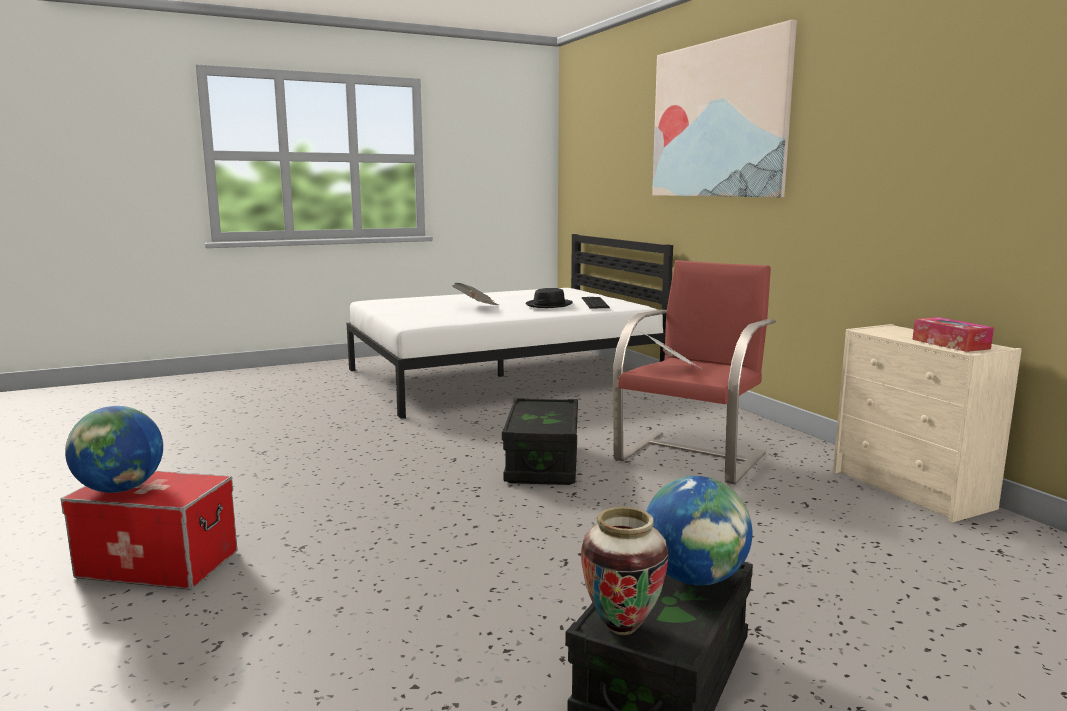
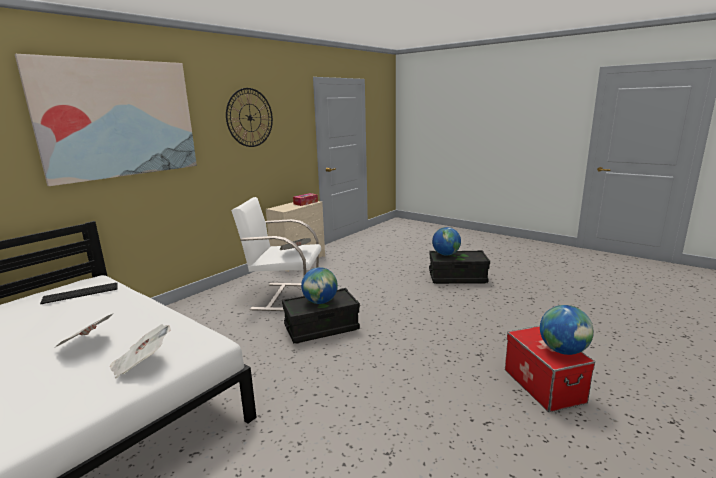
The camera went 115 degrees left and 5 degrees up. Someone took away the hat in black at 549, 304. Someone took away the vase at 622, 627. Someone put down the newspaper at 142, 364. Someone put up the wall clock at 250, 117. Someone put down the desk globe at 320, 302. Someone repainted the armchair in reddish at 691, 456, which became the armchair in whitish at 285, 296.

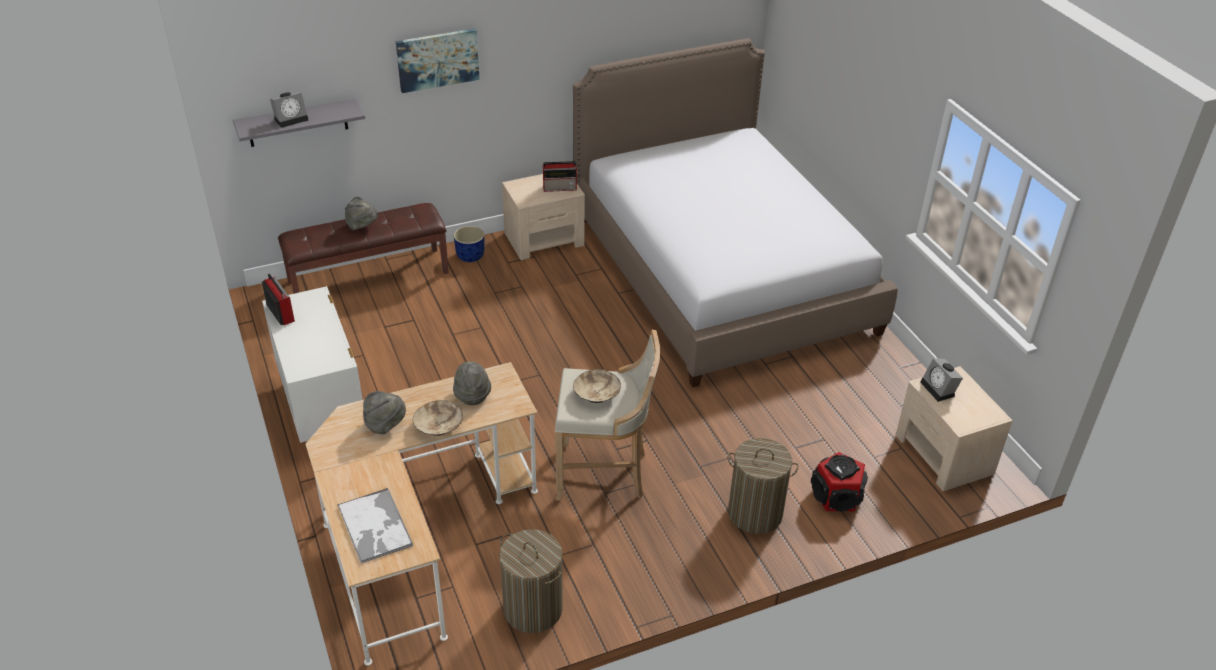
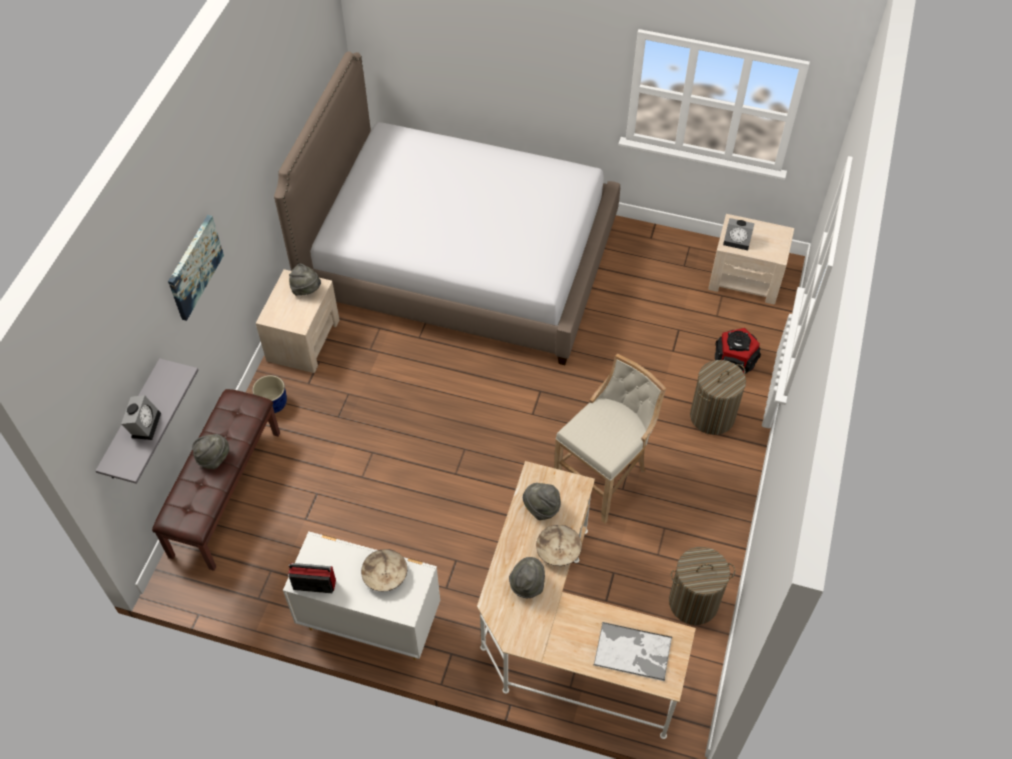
The camera went 50 degrees left and 15 degrees up. Someone carried the bowl in beige-coloured from 597, 394 to 385, 575. Someone swapped the radio at 560, 188 for the hat in greyish at 306, 290.

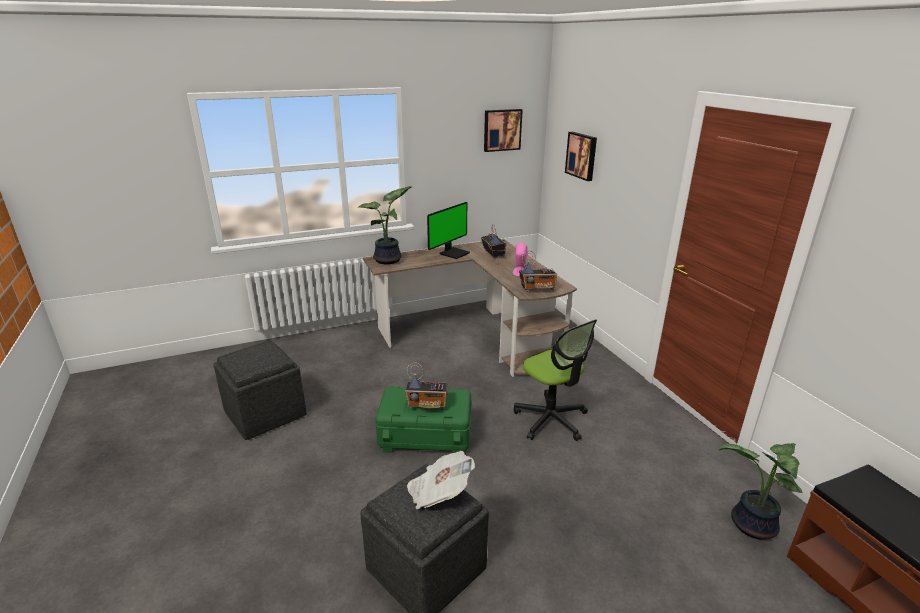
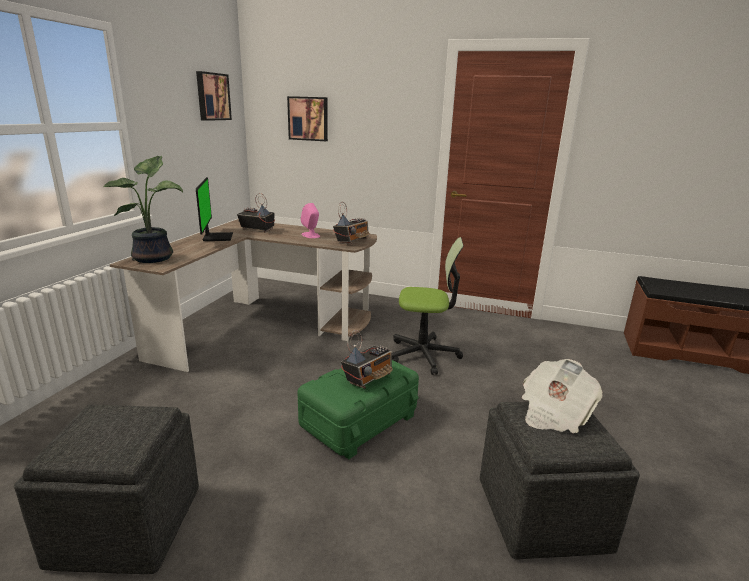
The camera went 50 degrees left and 5 degrees down. Someone took away the plant in a pot at 751, 526.

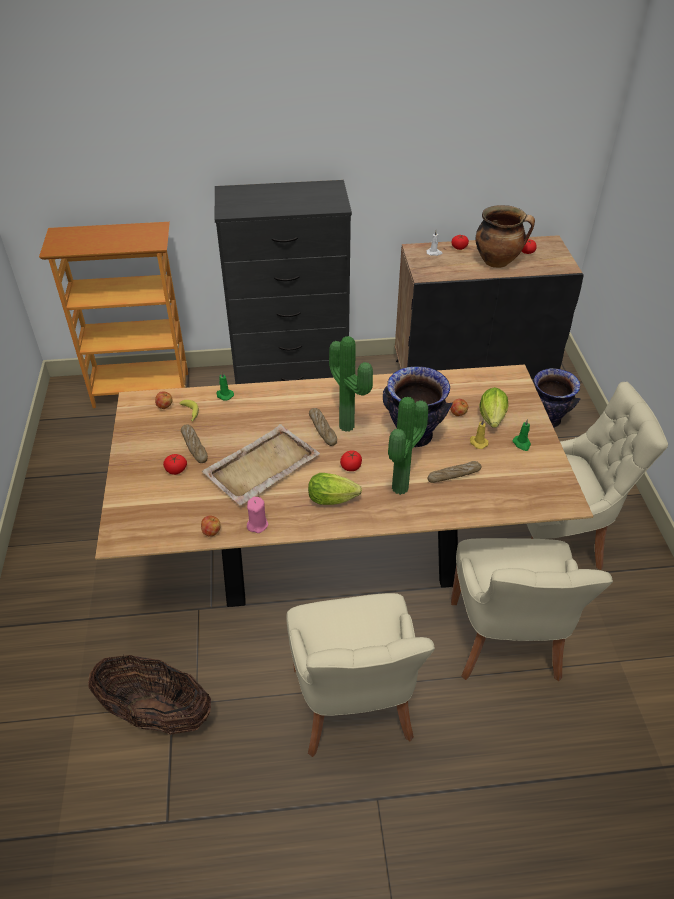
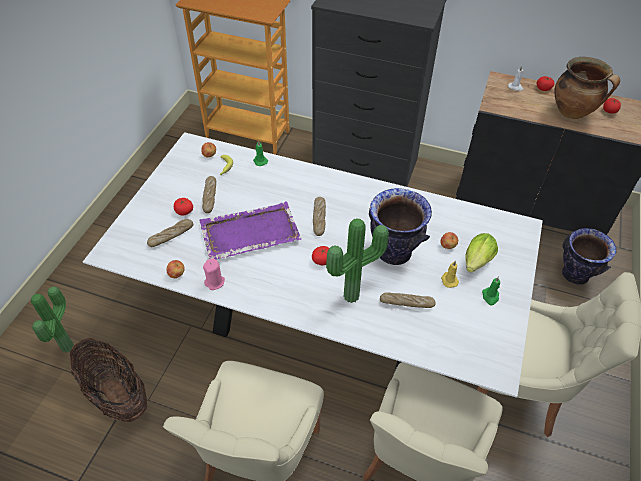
The camera went 25 degrees right and 5 degrees up. Someone took away the head of lettuce at 335, 499. Someone put down the bread at 171, 236. Someone carried the plant in a pot from 349, 425 to 70, 346. Someone repainted the kitchen table in brown-coloured at 337, 555, which became the kitchen table in whitish at 319, 325. Someone repainted the serving tray in beige-coloured at 260, 467, which became the serving tray in purple at 249, 233.

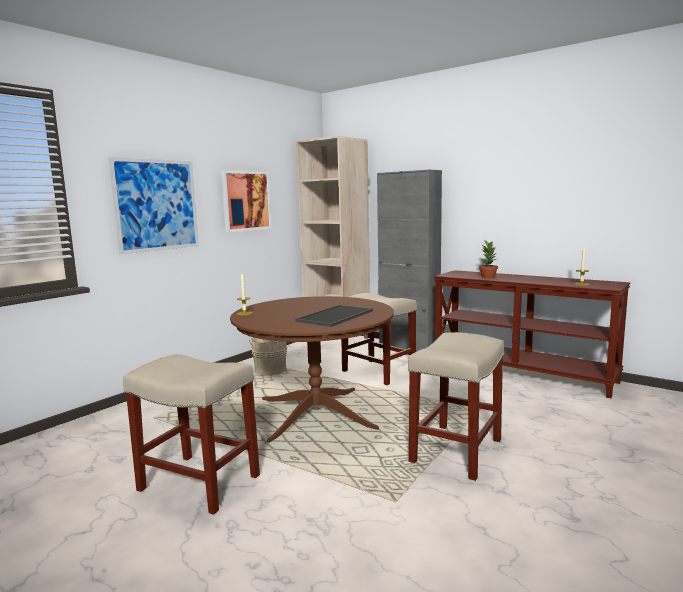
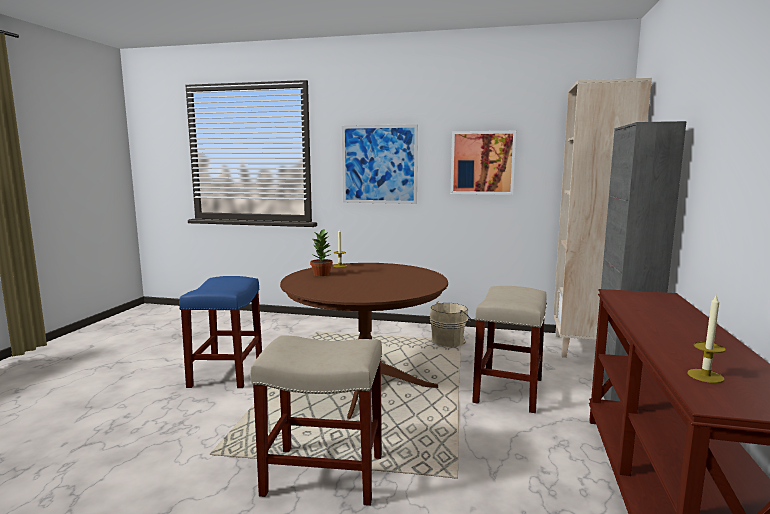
The camera went 65 degrees right and 0 degrees up. Someone took away the serving tray at 336, 316. Someone carried the plant in a pot from 488, 277 to 322, 274. Someone repainted the stool in beige-coloured at 197, 482, which became the stool in blue at 227, 371.

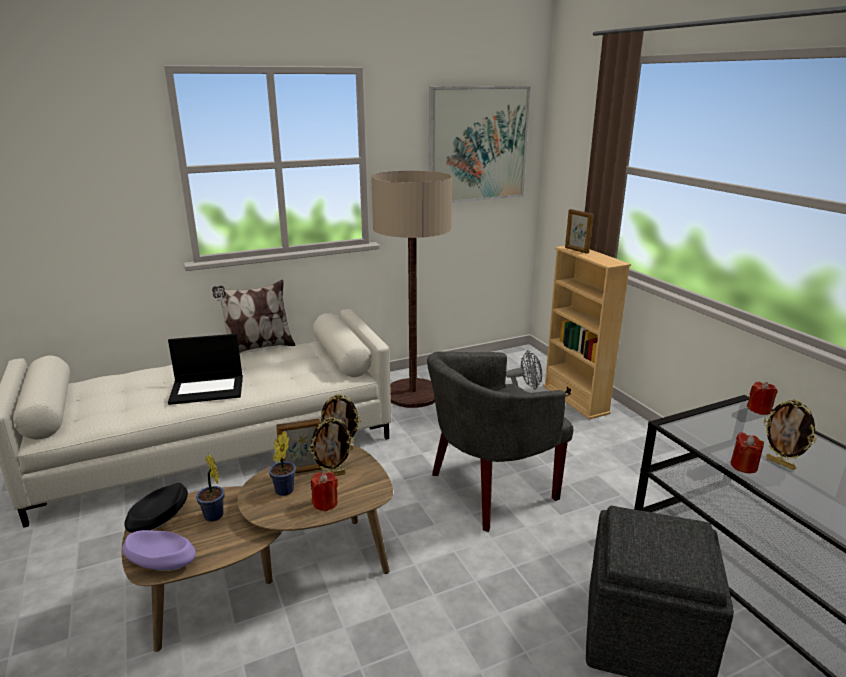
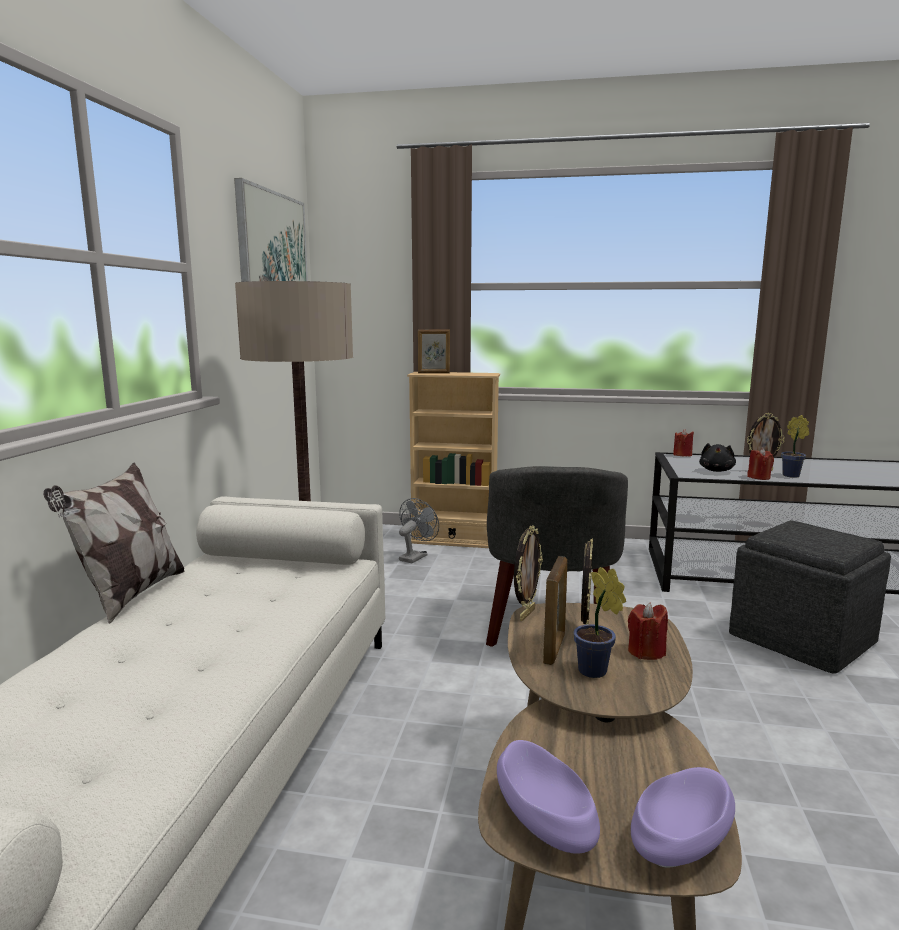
The camera went 55 degrees left and 10 degrees down. Someone took away the portable computer at 208, 389. Someone put down the plush toy in black at 716, 470. Someone carried the plant in a pot from 214, 517 to 793, 475. Someone repainted the bowl in black at 159, 518, which became the bowl in purple at 543, 818.

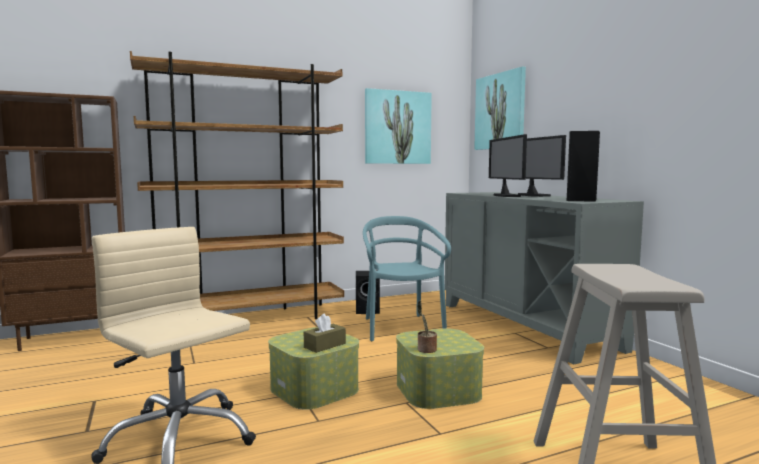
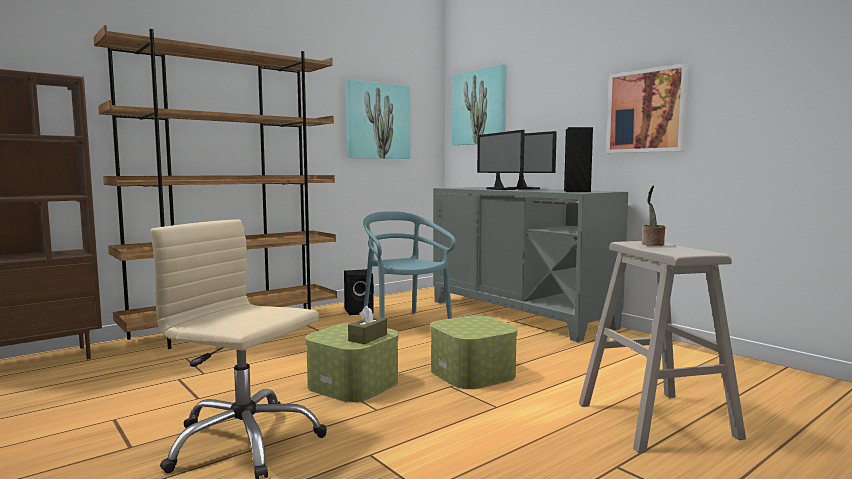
The camera went 15 degrees left and 0 degrees up. Someone put up the wall art at 646, 111. Someone carried the plant in a pot from 426, 350 to 652, 244.

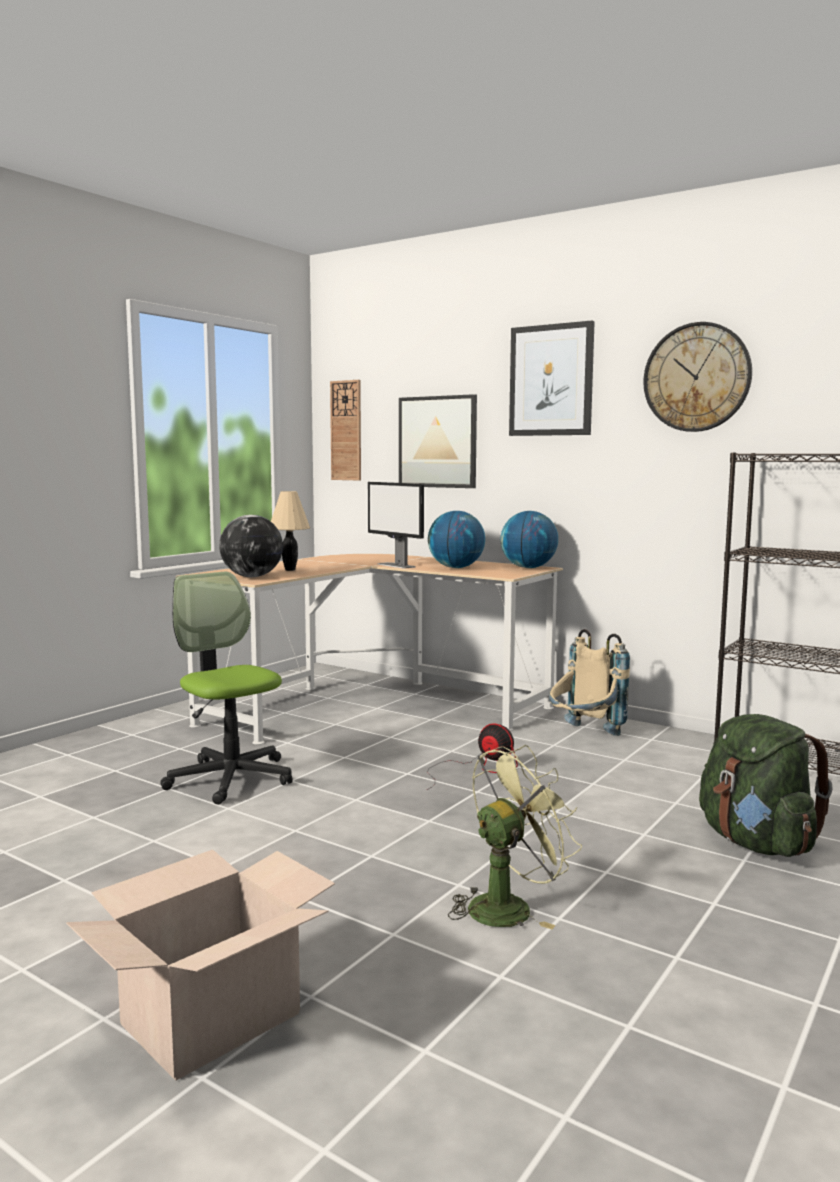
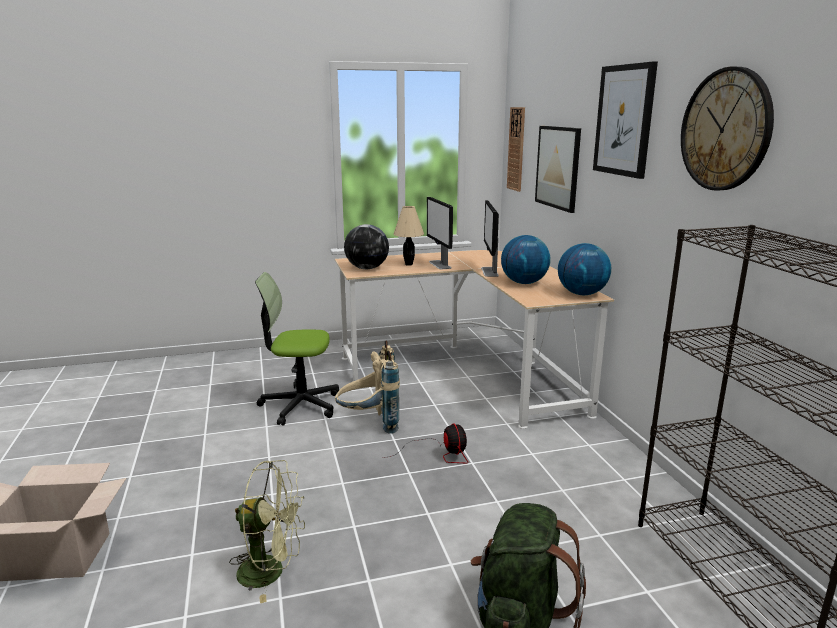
The camera went 40 degrees right and 10 degrees up. Someone put down the monitor at 440, 265. Someone carried the backpack in beige-coloured from 584, 735 to 369, 424. Someone rotated the computer chair at 230, 778 by 90 degrees counterclockwise.

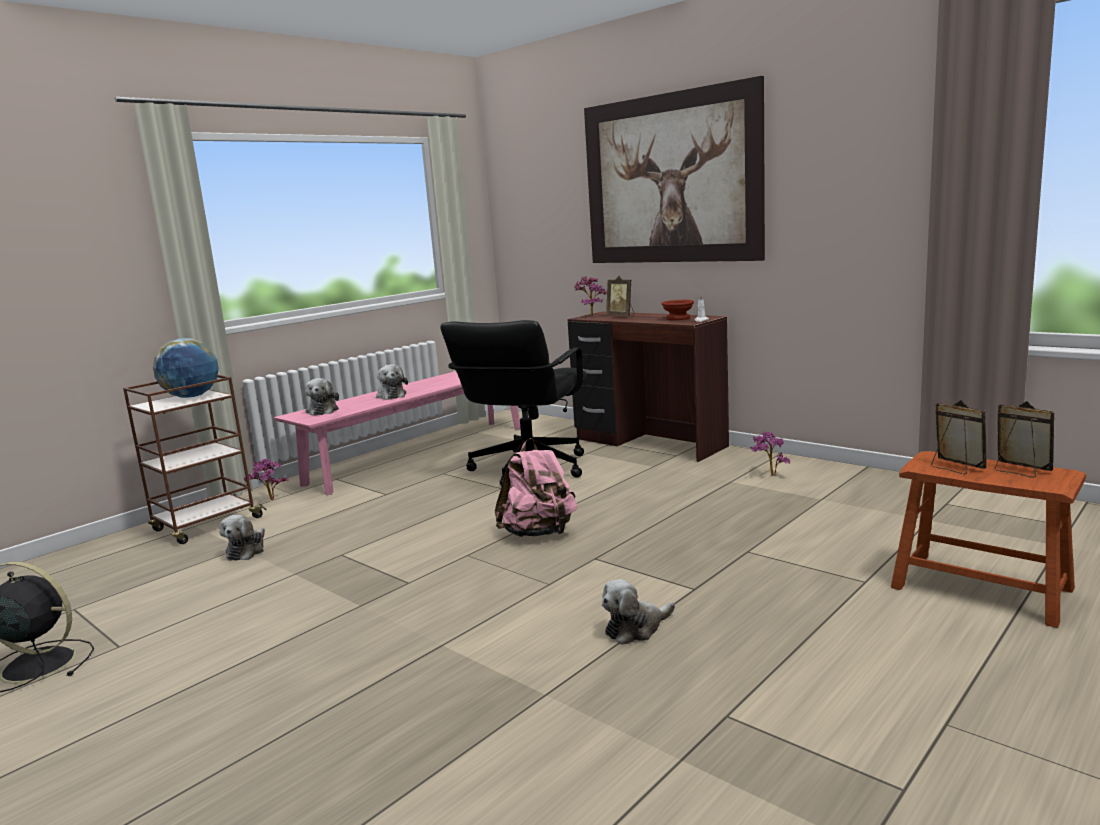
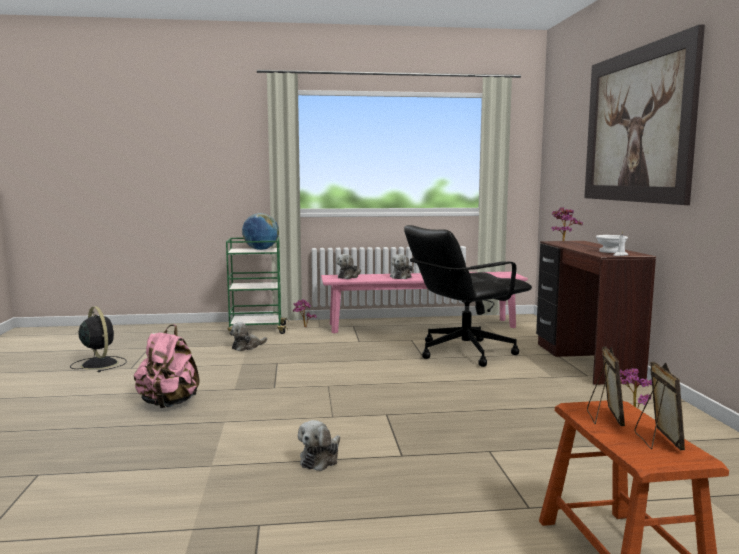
The camera went 40 degrees right and 5 degrees down. Someone took away the photo frame at 621, 316. Someone carried the backpack in pinkish from 539, 533 to 168, 404. Someone repainted the cart in brown-coloured at 206, 525, which became the cart in greenish at 257, 330. Someone repainted the bowl in brown-coloured at 678, 318, which became the bowl in whitish at 610, 251. Someone rotated the plush toy at 636, 628 by 75 degrees counterclockwise.

